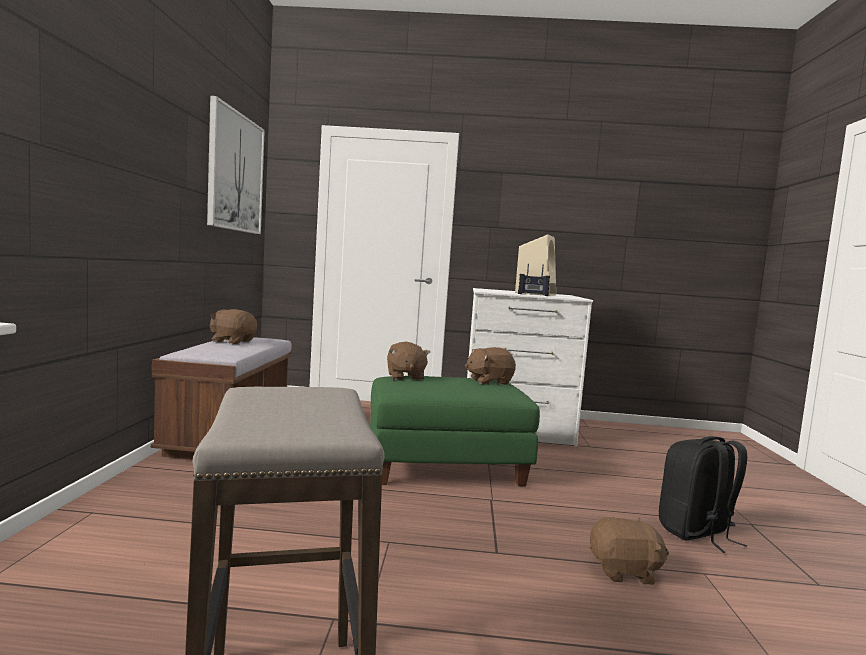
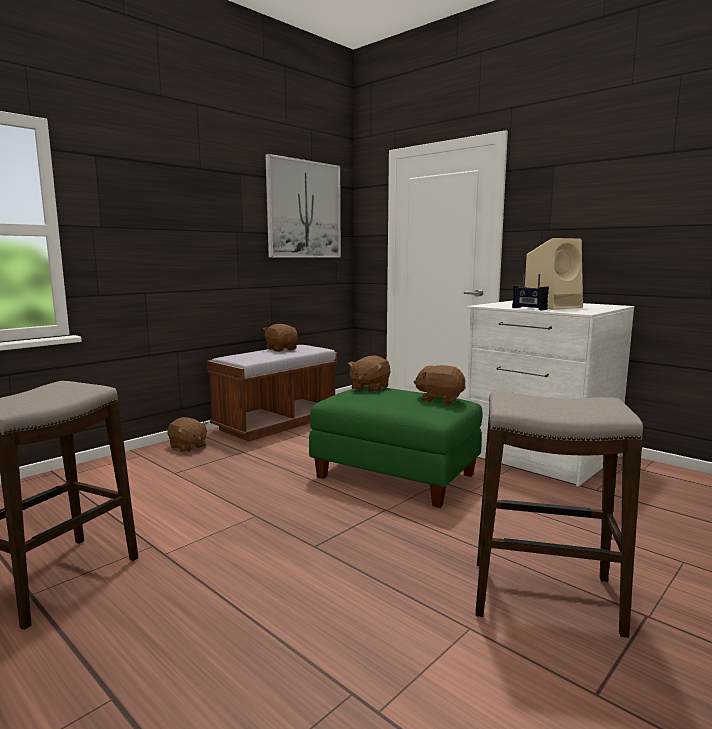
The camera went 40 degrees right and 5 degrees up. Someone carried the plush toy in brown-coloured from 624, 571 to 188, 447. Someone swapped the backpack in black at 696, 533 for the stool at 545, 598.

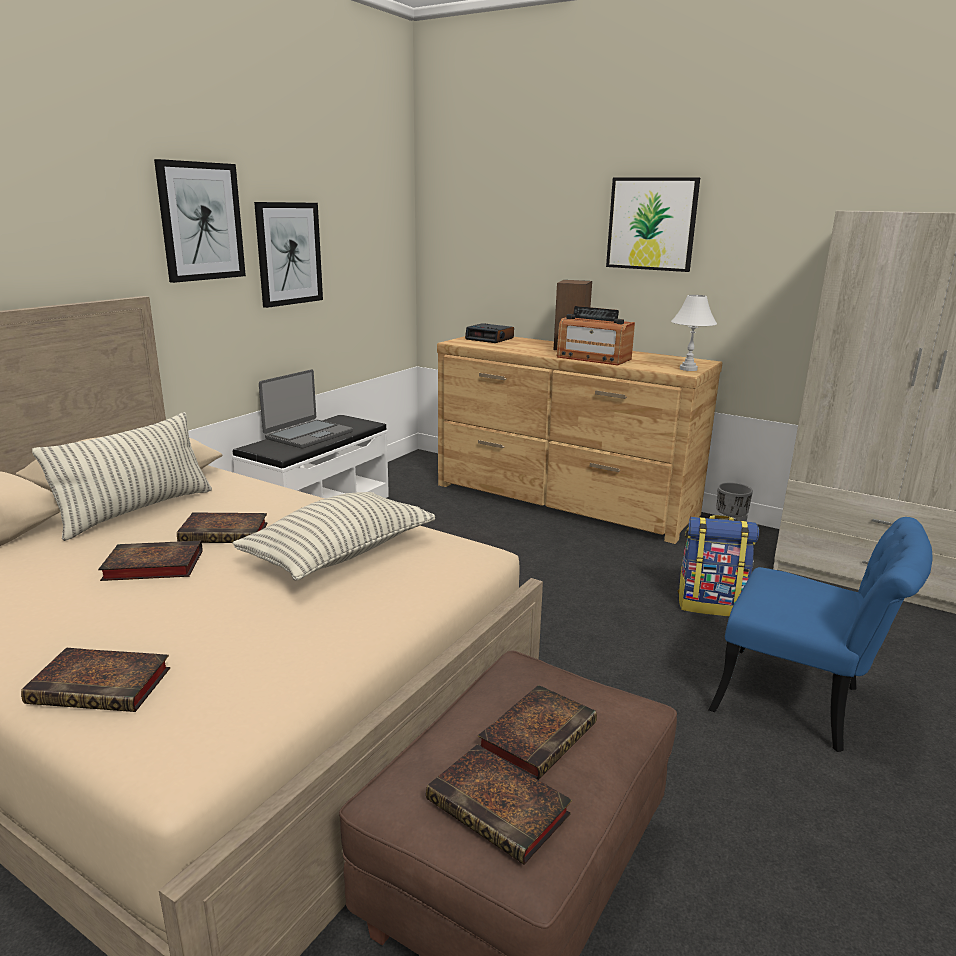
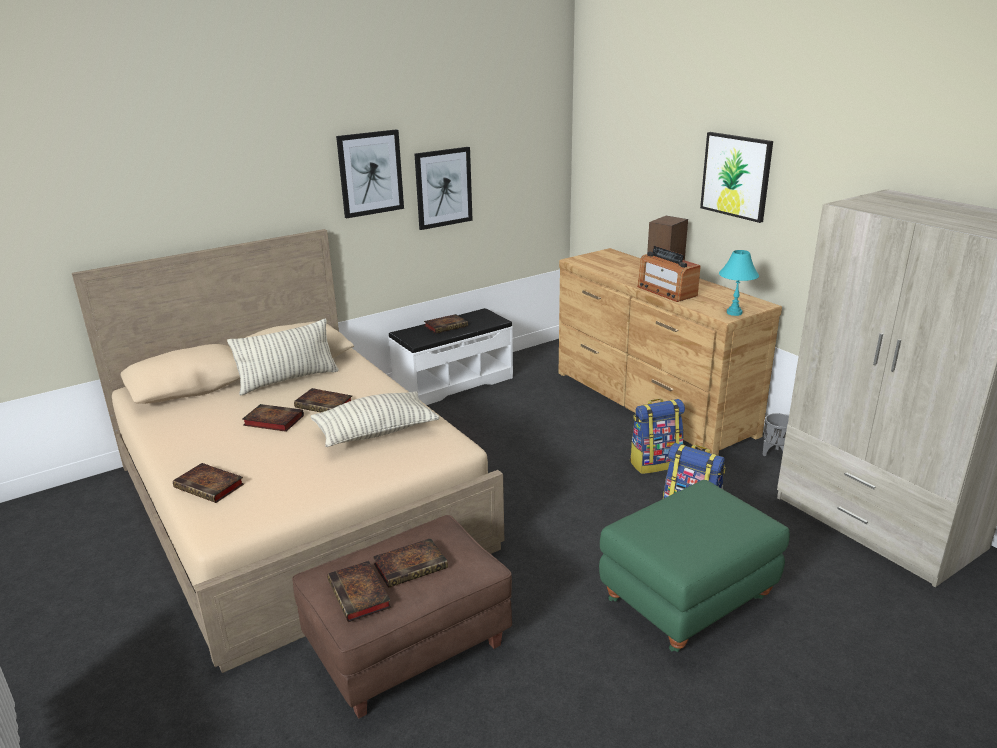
The camera went 25 degrees right and 5 degrees up. Someone took away the alarm clock at 490, 339. Someone put down the backpack at 655, 463. Someone swapped the portable computer at 308, 435 for the book at 446, 326. Someone swapped the upright chair in blue at 803, 704 for the pouffe in greenish at 687, 604. Someone repainted the tabletop lamp in whitish at 688, 369, which became the tabletop lamp in turquoise-coloured at 734, 312.

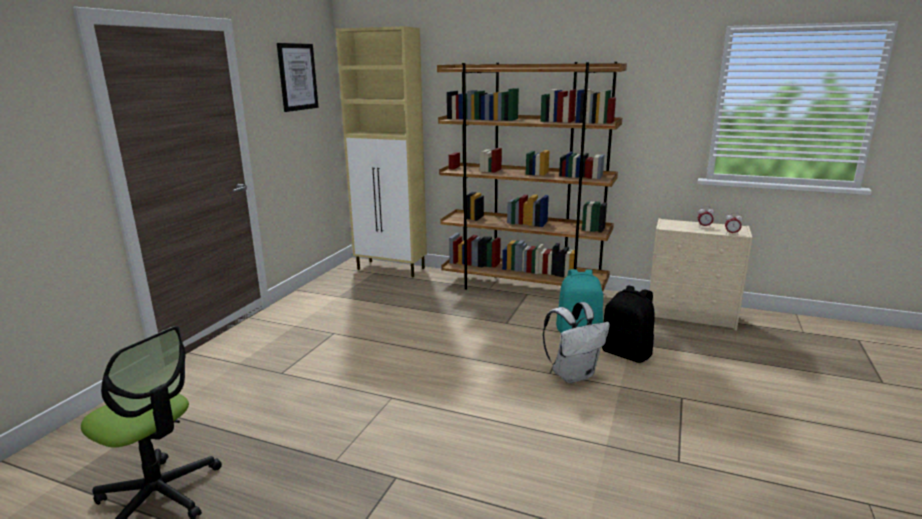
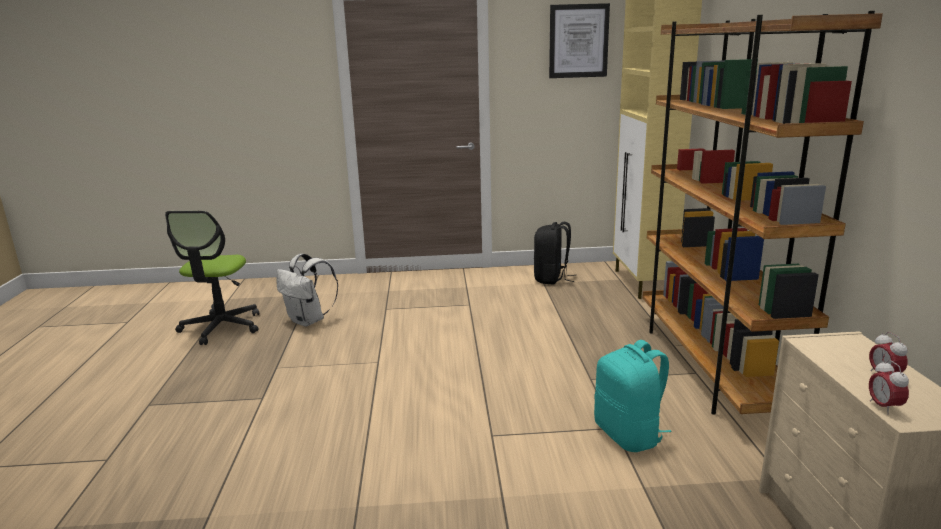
The camera went 65 degrees right and 0 degrees up. Someone carried the backpack in whitish from 573, 374 to 309, 321. Someone carried the backpack in black from 627, 353 to 552, 279.

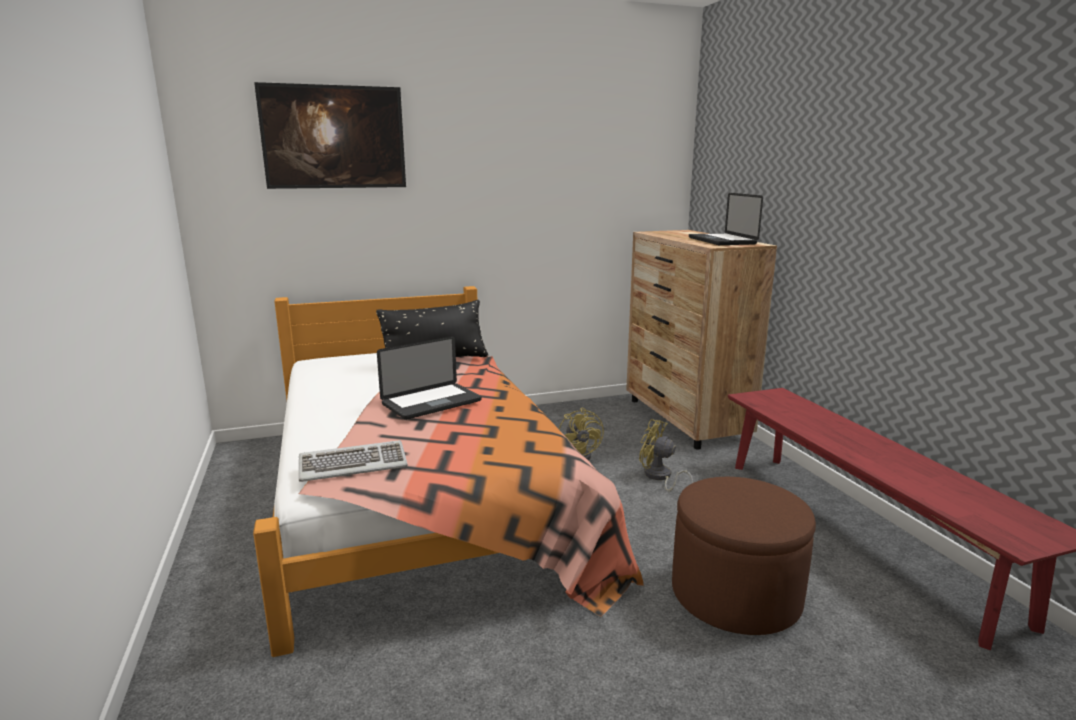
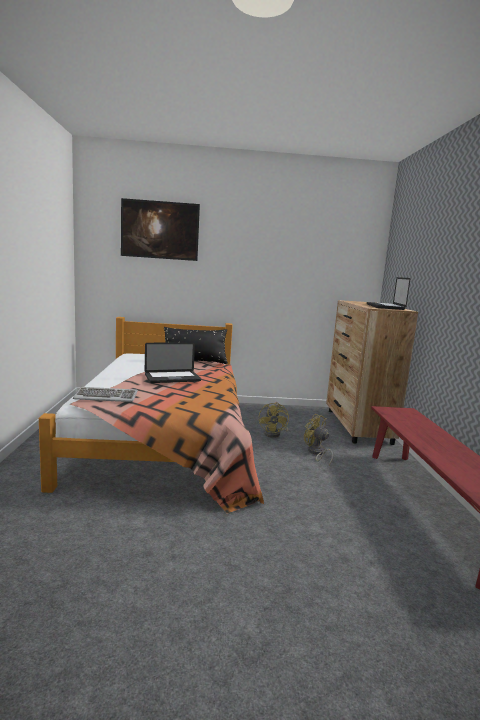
The camera went 15 degrees right and 5 degrees down. Someone took away the pouffe in brown-coloured at 735, 595.

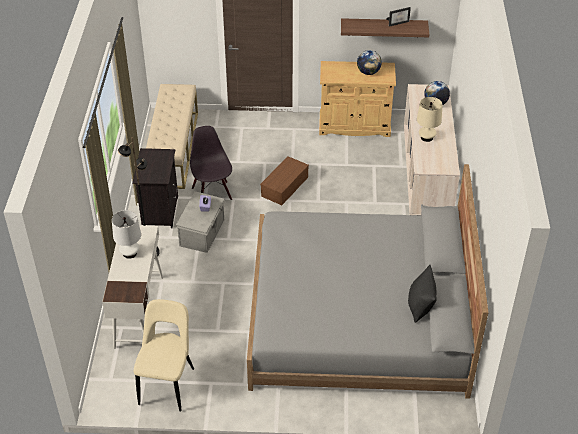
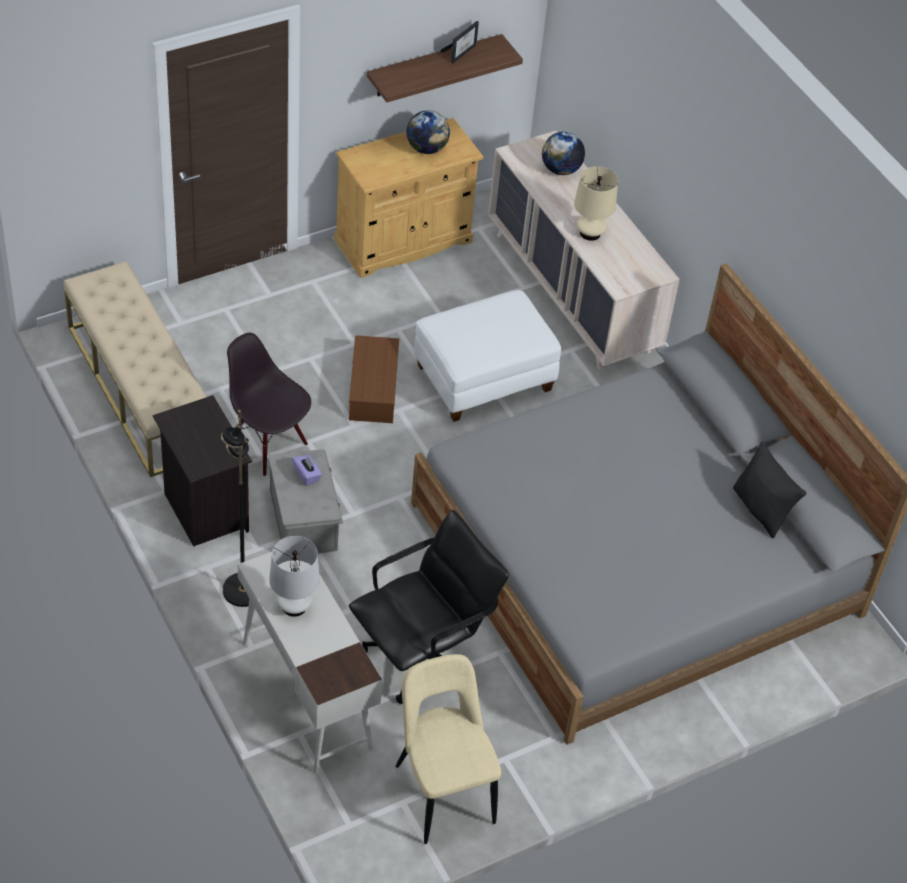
The camera went 35 degrees left and 5 degrees up. Someone put down the computer chair in black at 422, 656. Someone put down the pouffe in whitish at 484, 379.

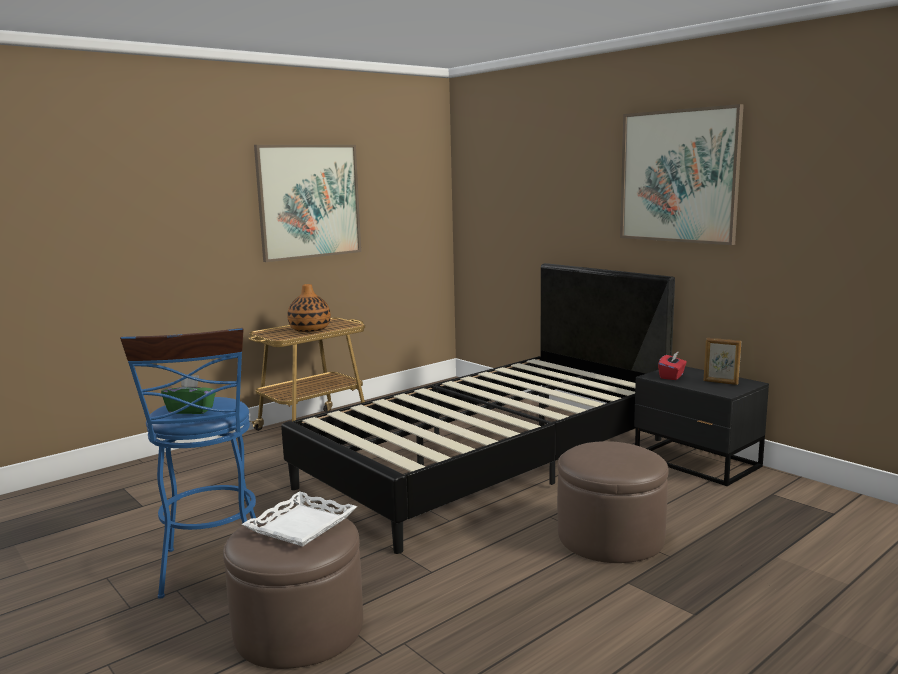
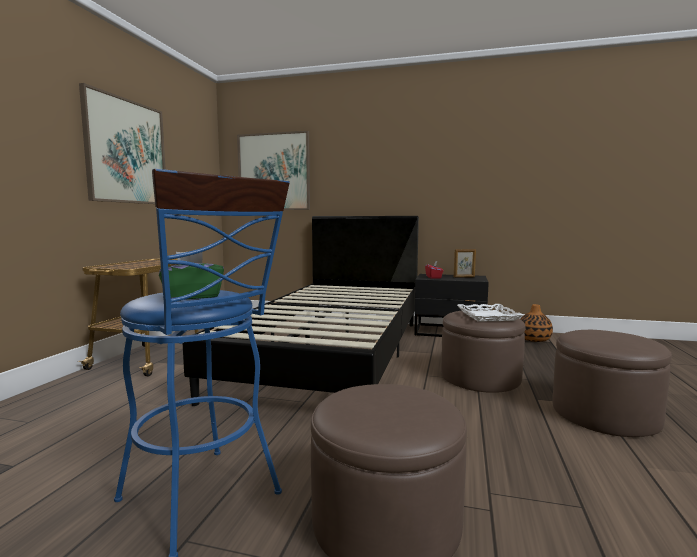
The camera went 35 degrees left and 5 degrees down. Someone put down the pouffe in brown-coloured at 604, 414. Someone carried the serving tray in whitish from 301, 525 to 487, 316. Someone carried the vase from 310, 329 to 533, 339. Someone carried the wall art from 678, 176 to 274, 172.

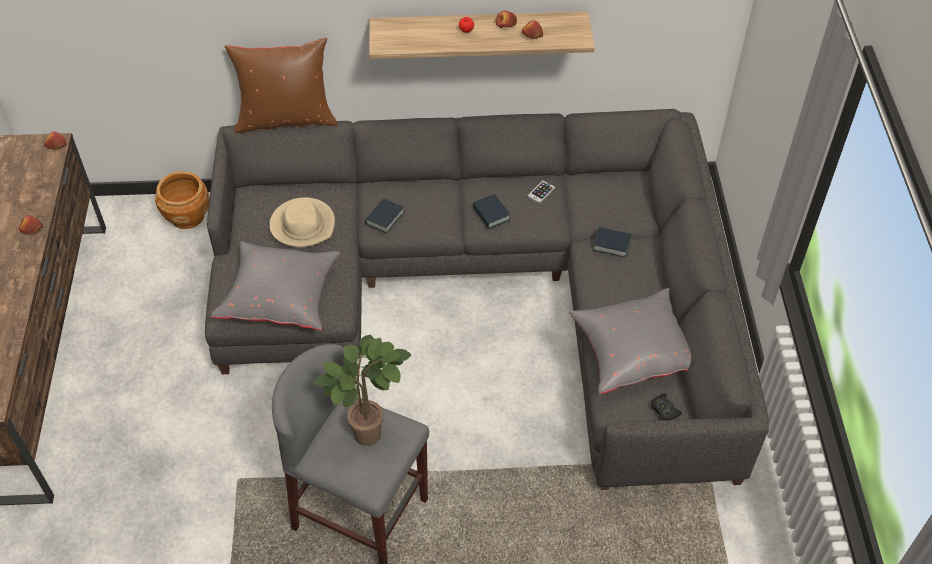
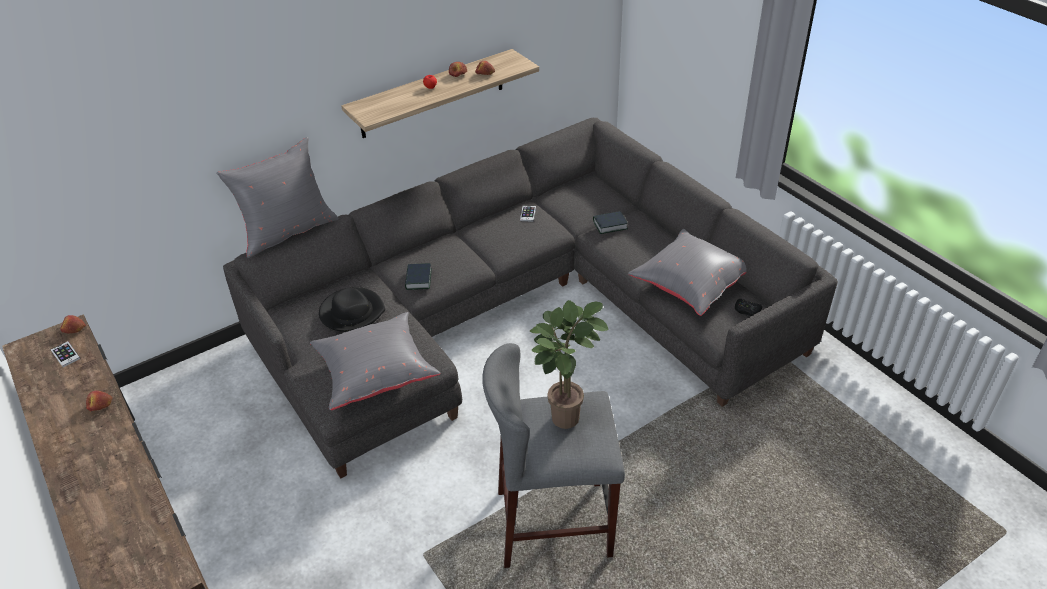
The camera went 30 degrees left and 10 degrees down. Someone took away the plant pot in brown-coloured at 187, 216. Someone took away the book at 491, 214. Someone put down the telephone at 65, 354. Someone repainted the cushion in brown-coloured at 286, 119, which became the cushion in greyish at 288, 231. Someone repainted the hat in beige-coloured at 303, 225, which became the hat in black at 352, 312.

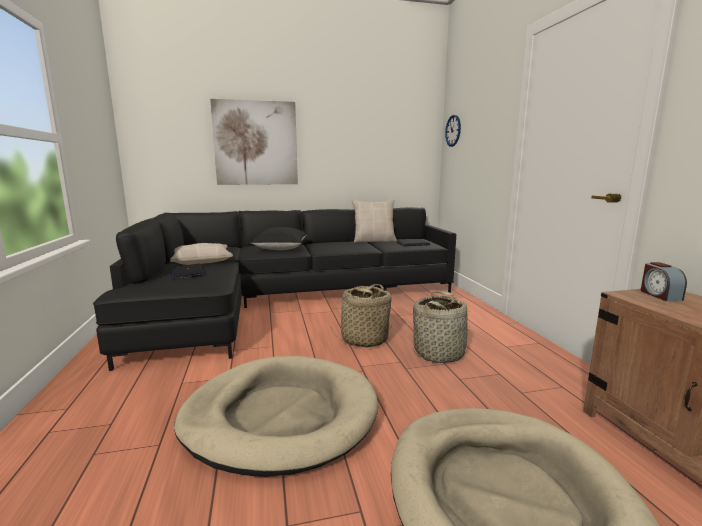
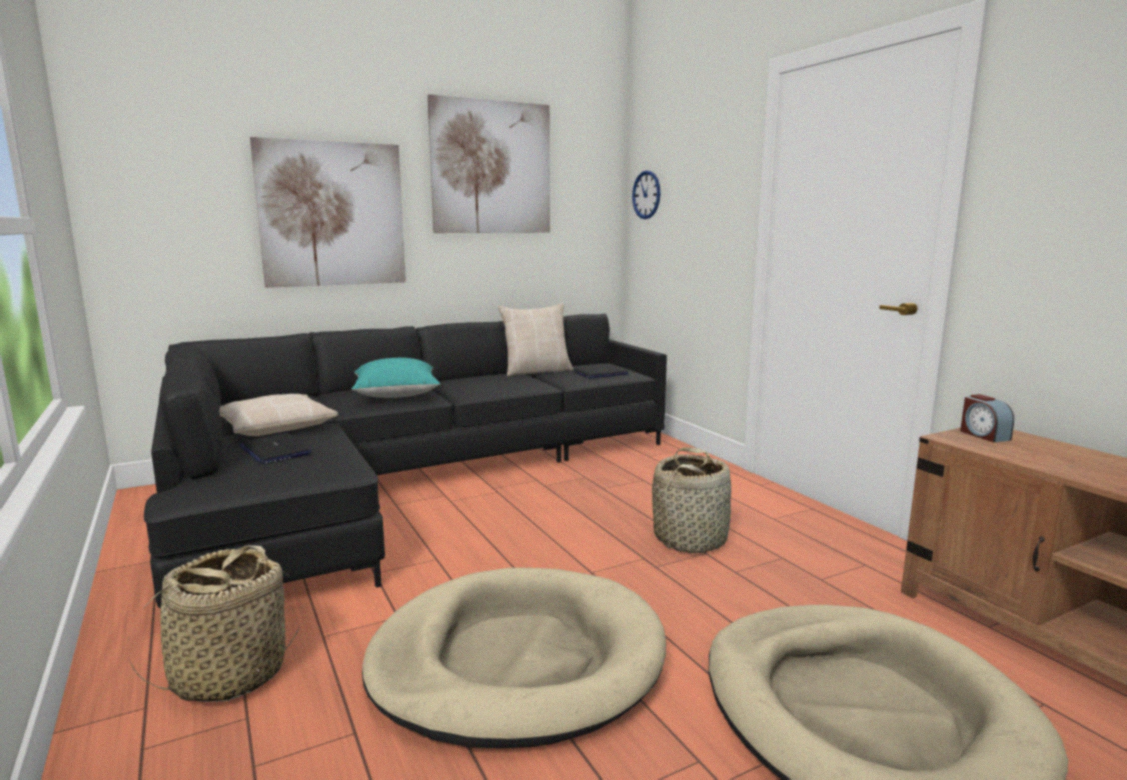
The camera went 15 degrees left and 0 degrees up. Someone put up the wall art at 491, 168. Someone carried the household basket from 364, 339 to 229, 674. Someone repainted the cushion in black at 281, 249, which became the cushion in turquoise-coloured at 396, 395.

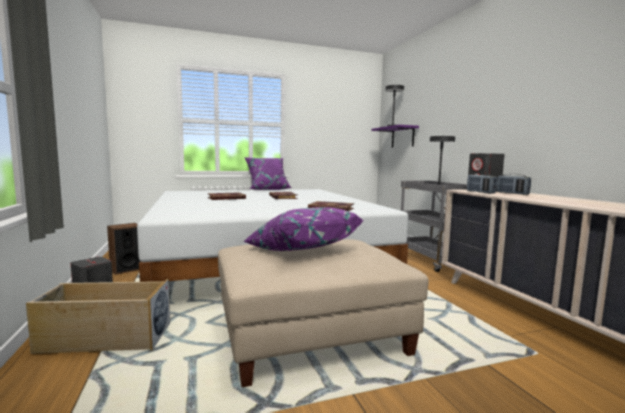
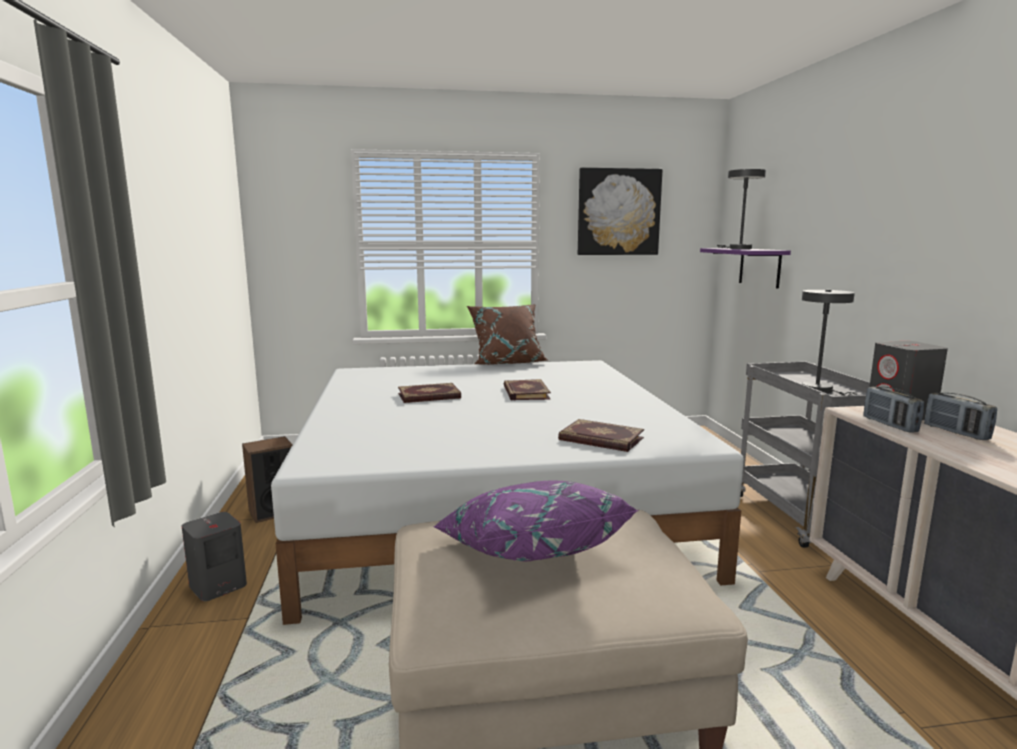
The camera went 10 degrees right and 5 degrees up. Someone took away the storage box in beige-coloured at 105, 338. Someone put up the wall art at 618, 212. Someone repainted the cushion in purple at 267, 189, which became the cushion in brown-coloured at 507, 362.

